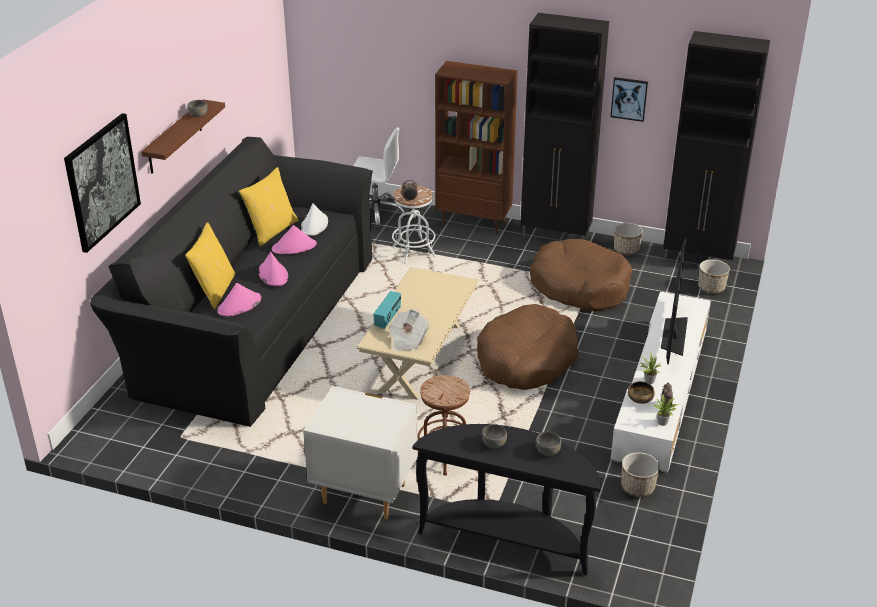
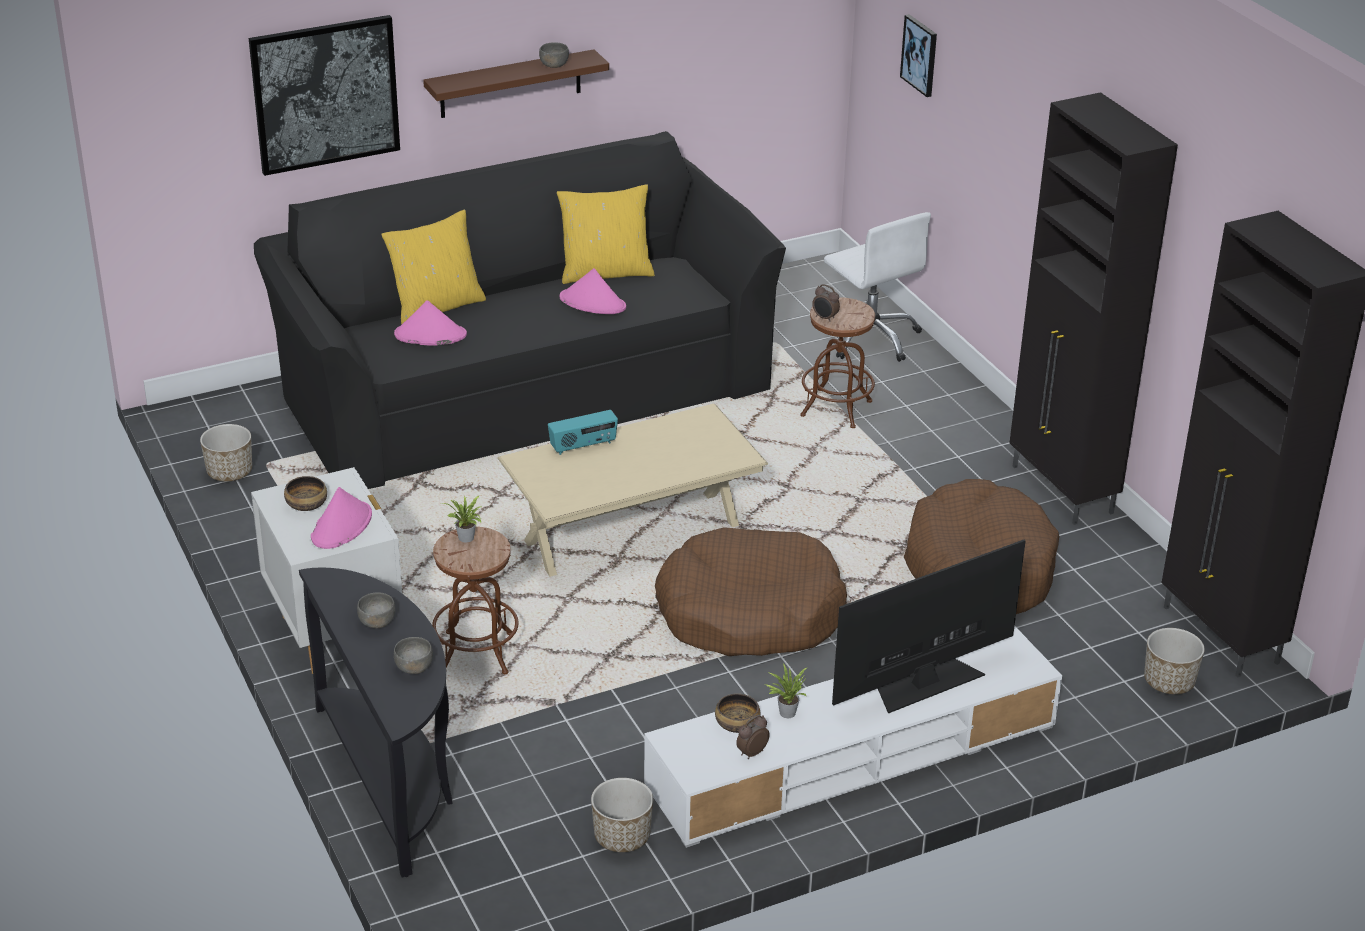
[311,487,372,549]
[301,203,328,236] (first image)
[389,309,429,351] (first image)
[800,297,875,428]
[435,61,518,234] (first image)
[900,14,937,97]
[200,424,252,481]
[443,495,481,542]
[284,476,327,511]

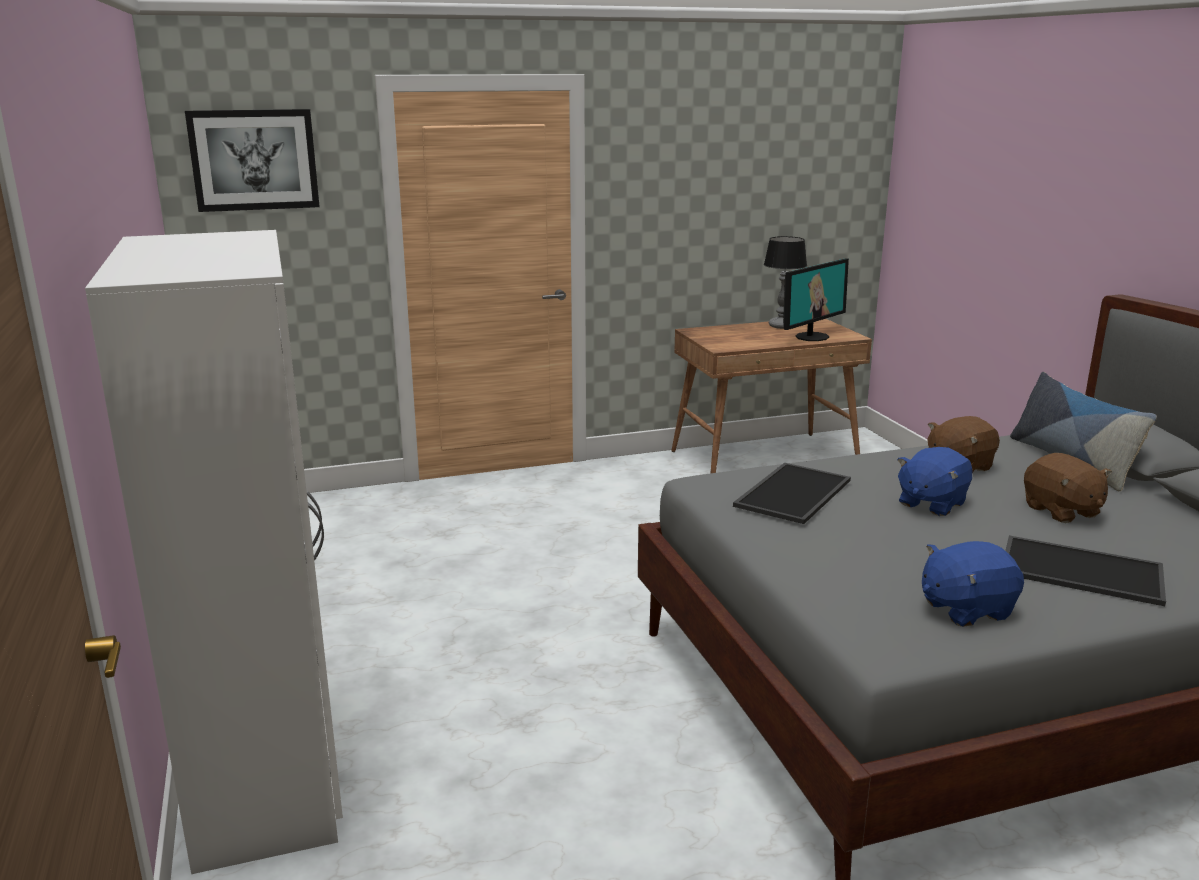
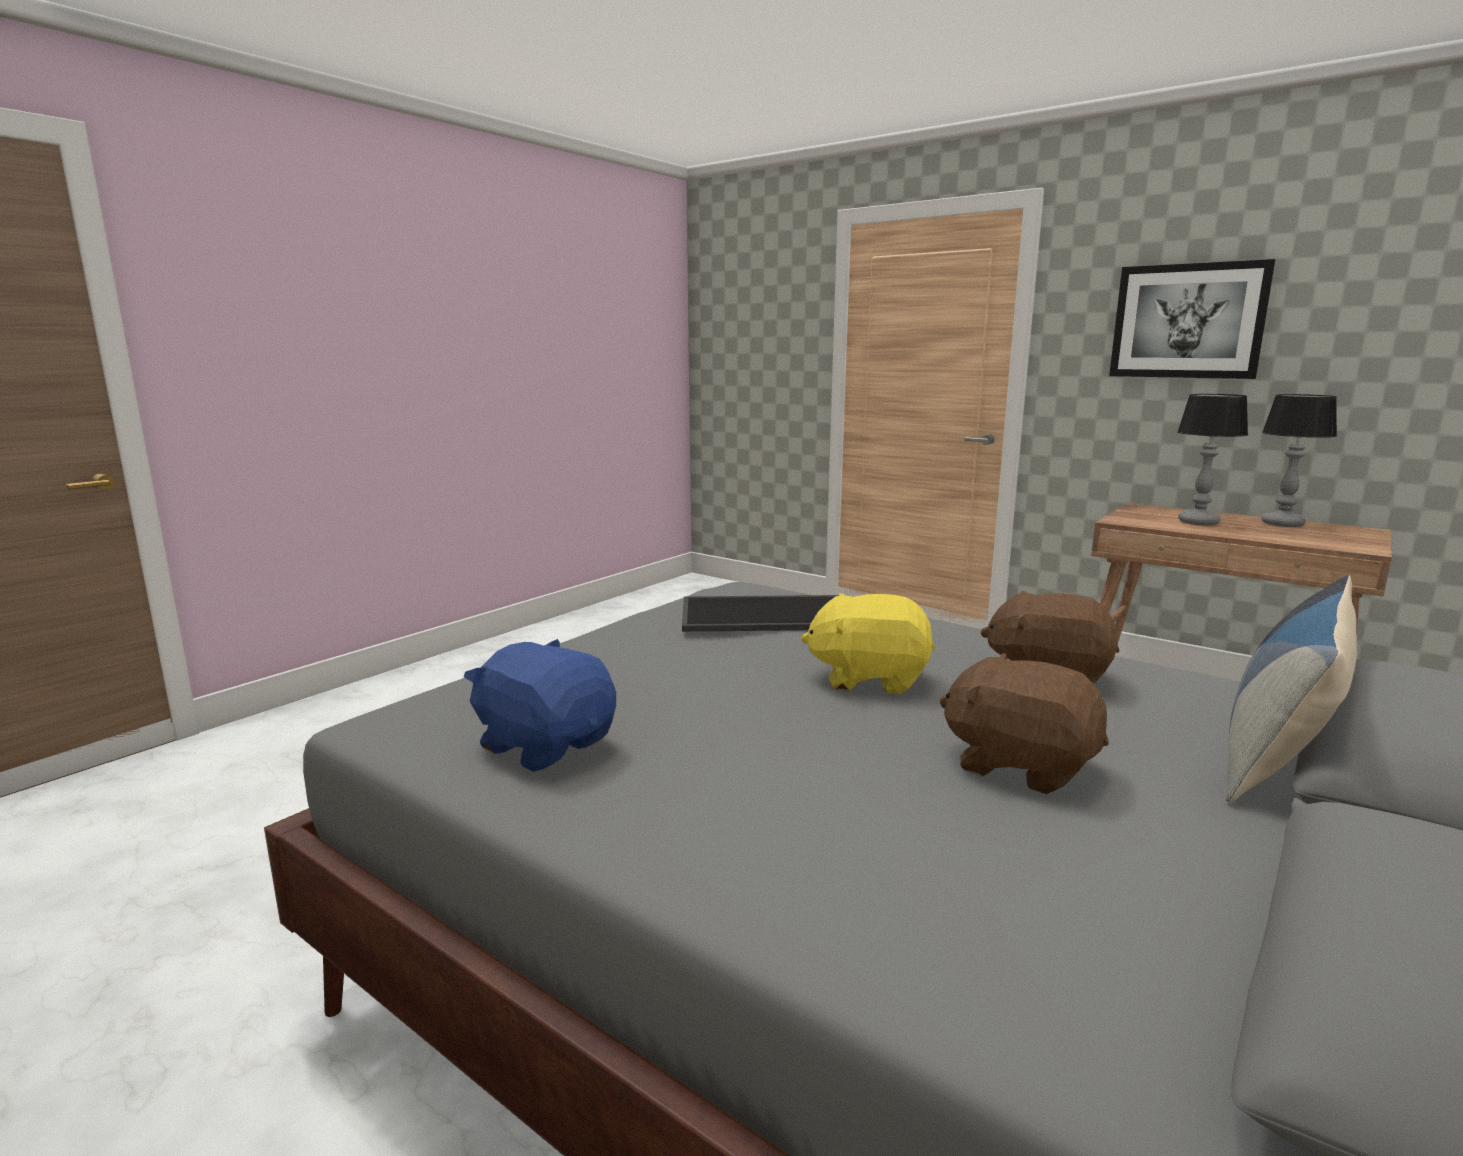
[85,230,343,874] (first image)
[1109,259,1275,379]
[783,258,849,341] (first image)
[801,593,935,694]
[1005,535,1166,606] (first image)
[939,653,1109,794]
[1177,394,1248,525]

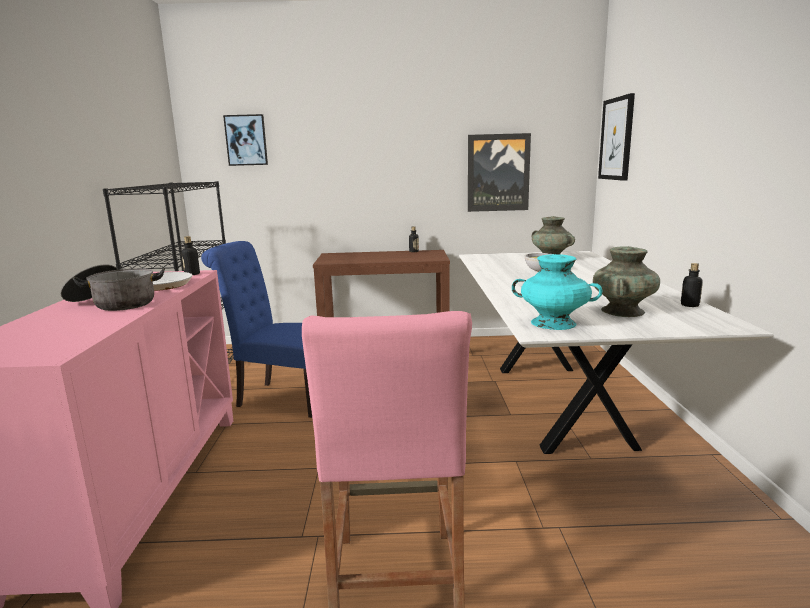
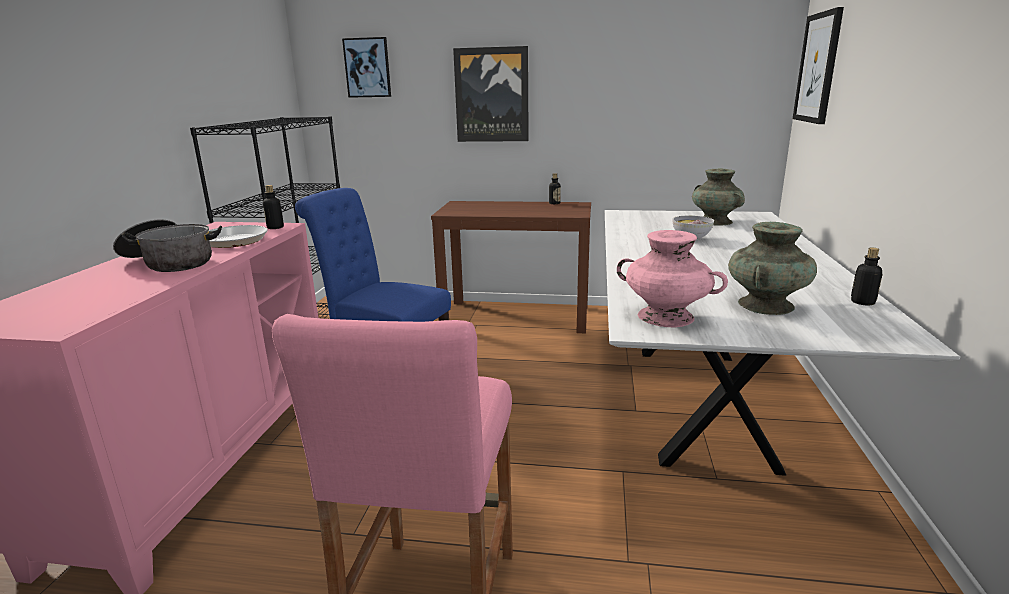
[453,46,529,142]
[617,230,728,327]

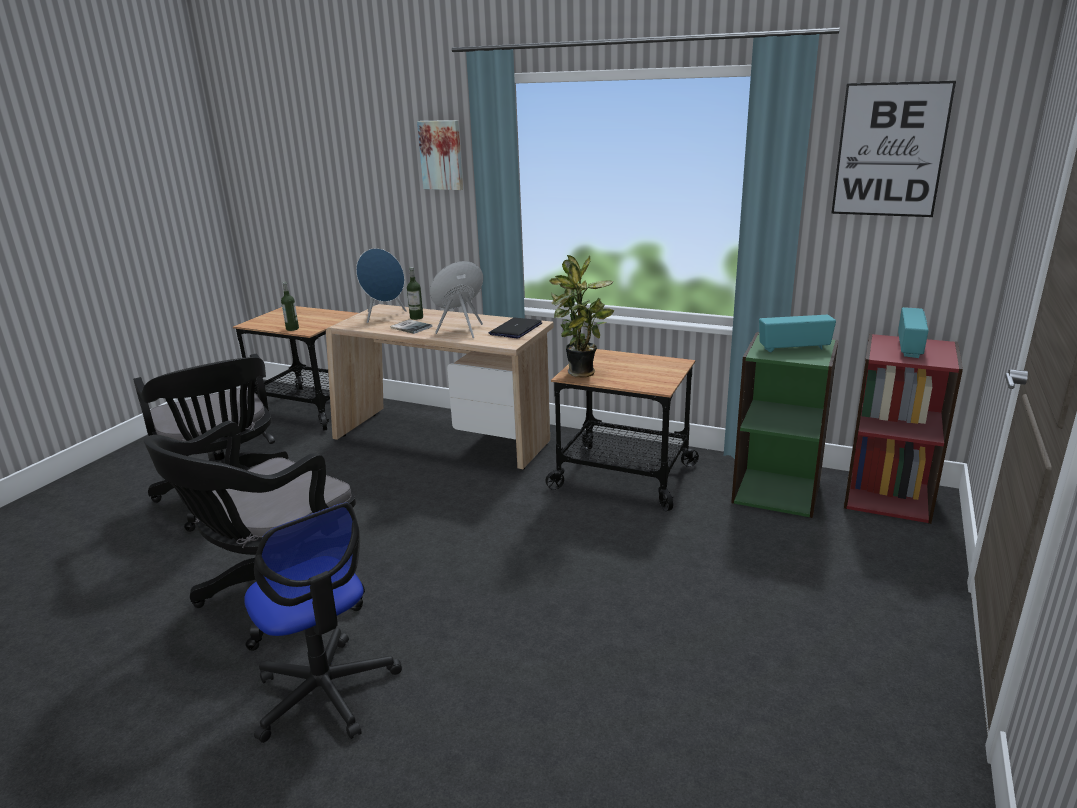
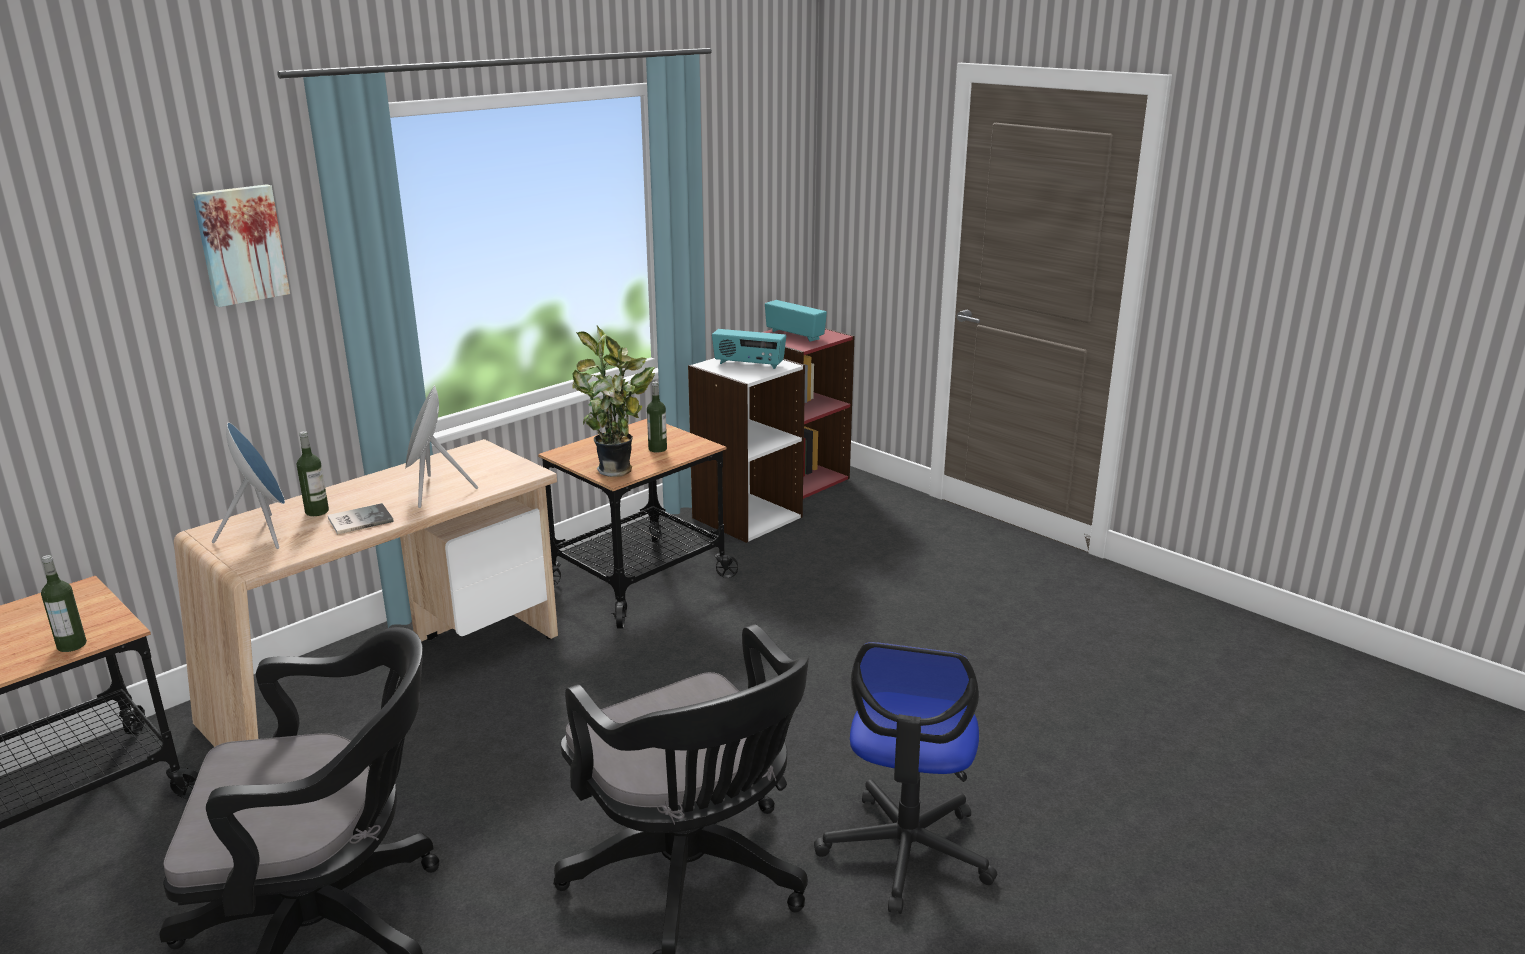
[814,642,998,914]
[489,318,542,339] (first image)
[688,358,805,543]
[712,329,786,369]
[831,81,956,217] (first image)
[647,382,667,453]

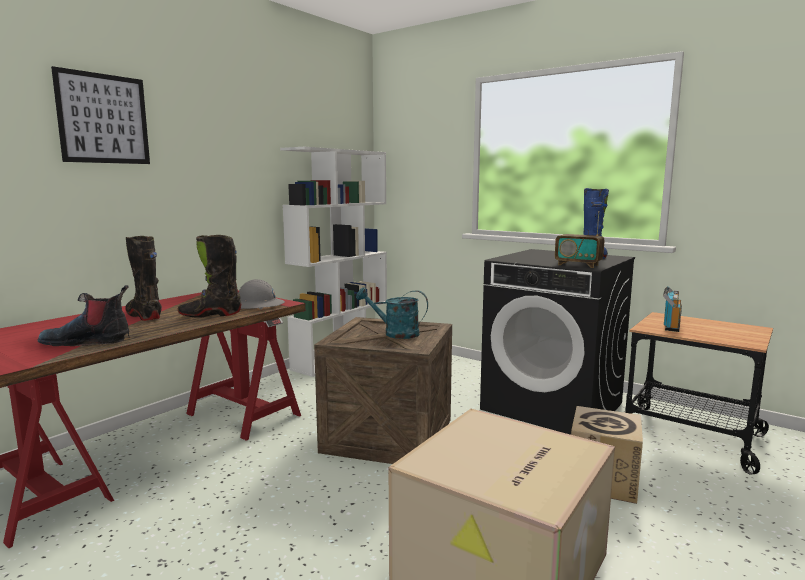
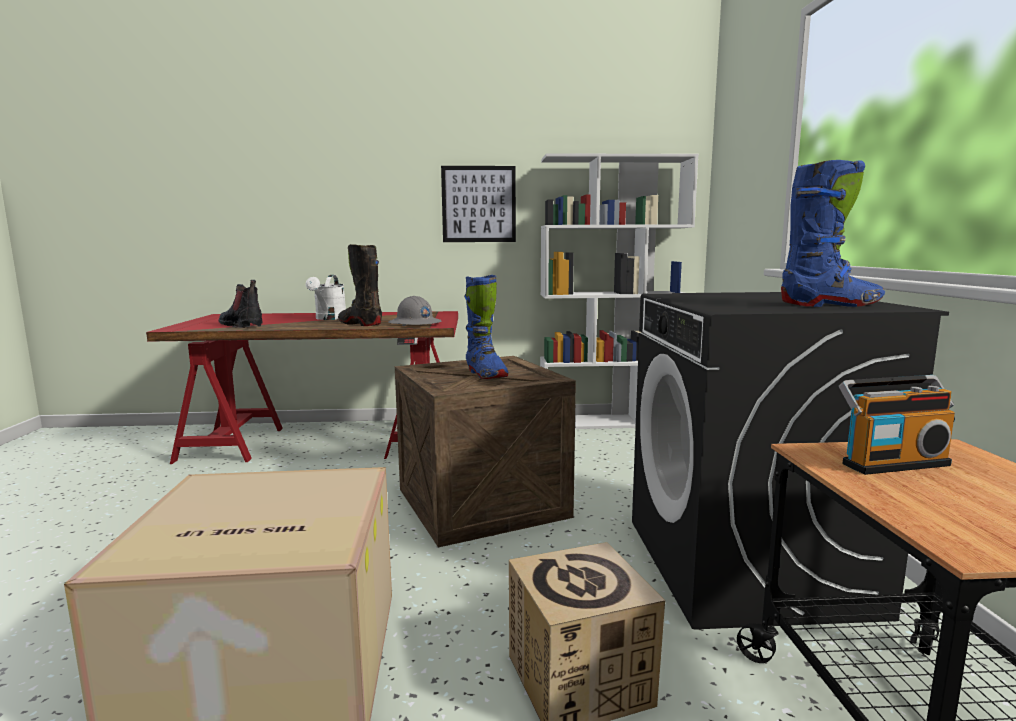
[441,166,516,242]
[305,275,346,320]
[464,275,509,379]
[555,211,604,268] (first image)

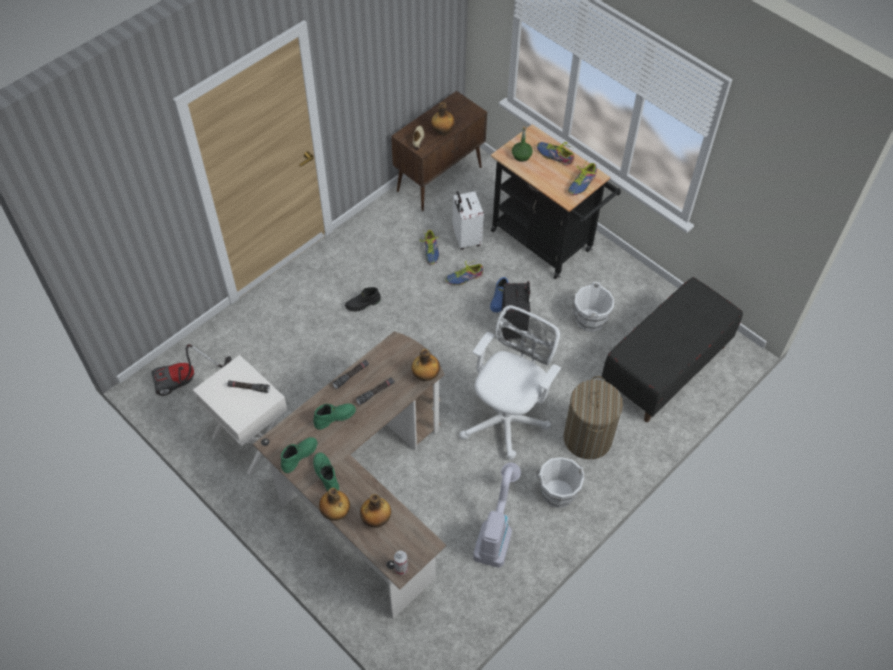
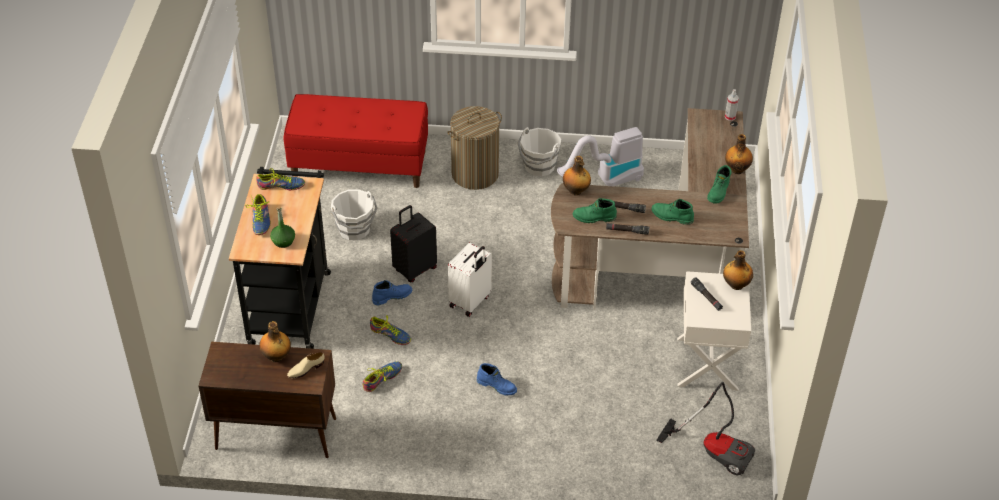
[573,198,617,223]
[477,363,517,395]
[723,250,753,290]
[448,242,492,317]
[460,305,561,460] (first image)
[284,94,428,188]

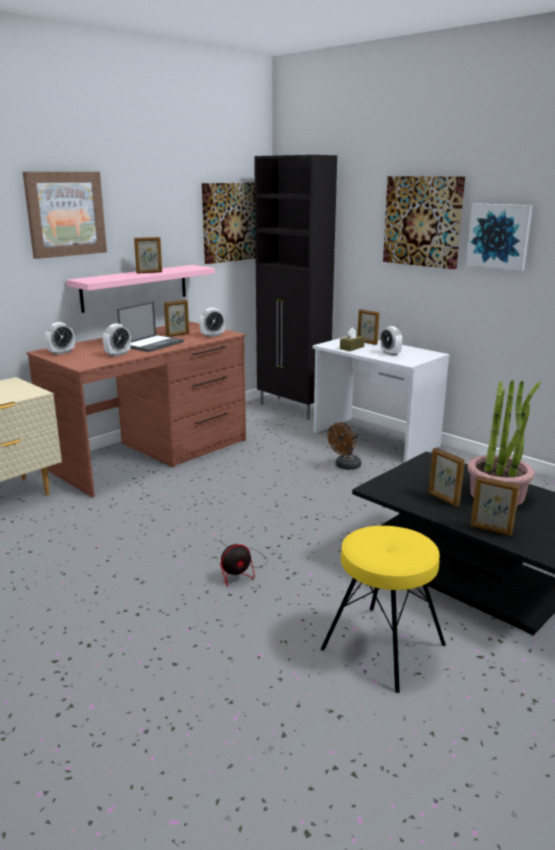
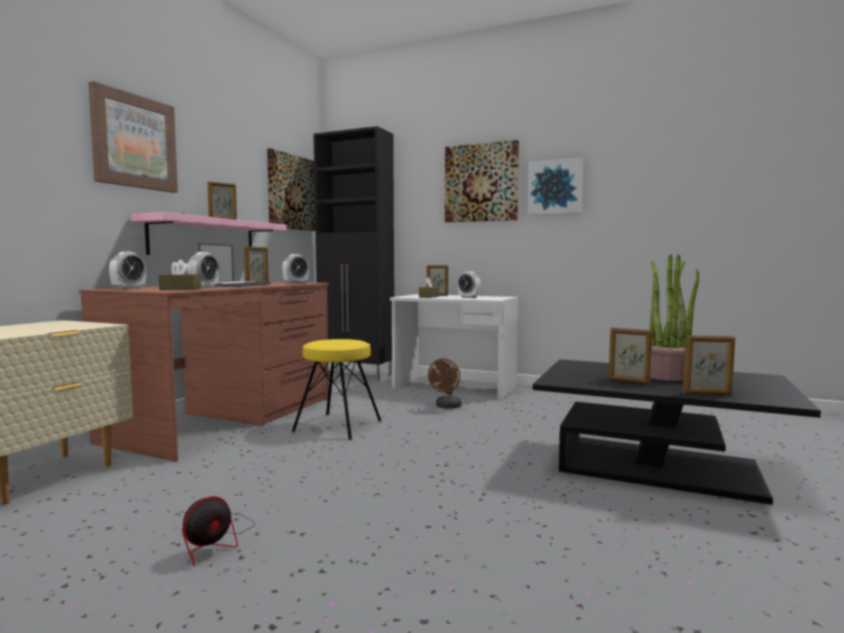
[182,496,255,566]
[292,339,382,440]
[158,260,201,290]

